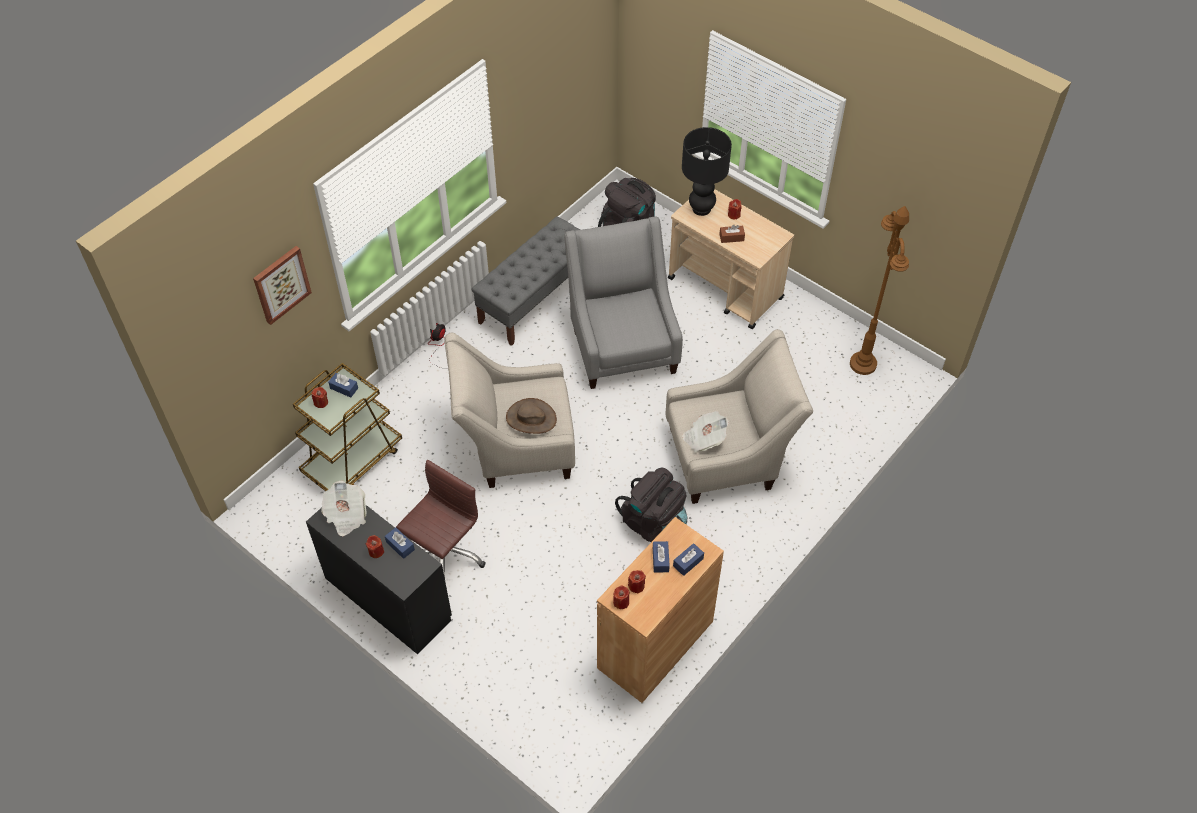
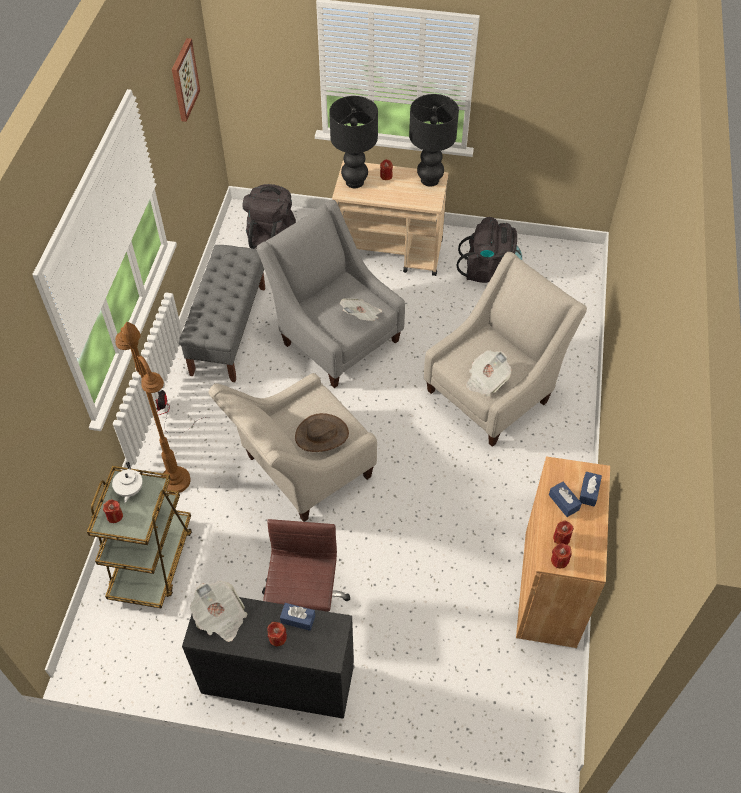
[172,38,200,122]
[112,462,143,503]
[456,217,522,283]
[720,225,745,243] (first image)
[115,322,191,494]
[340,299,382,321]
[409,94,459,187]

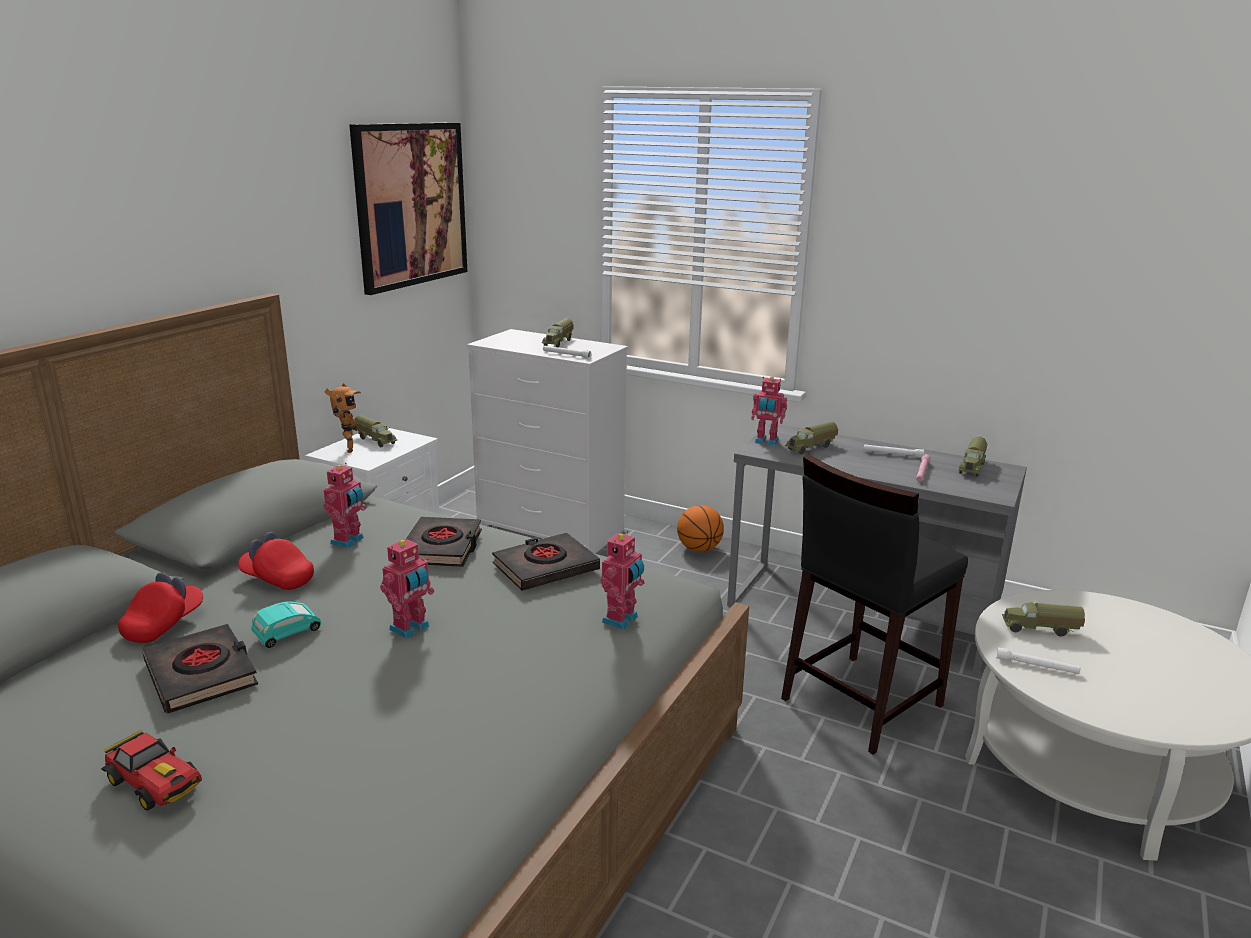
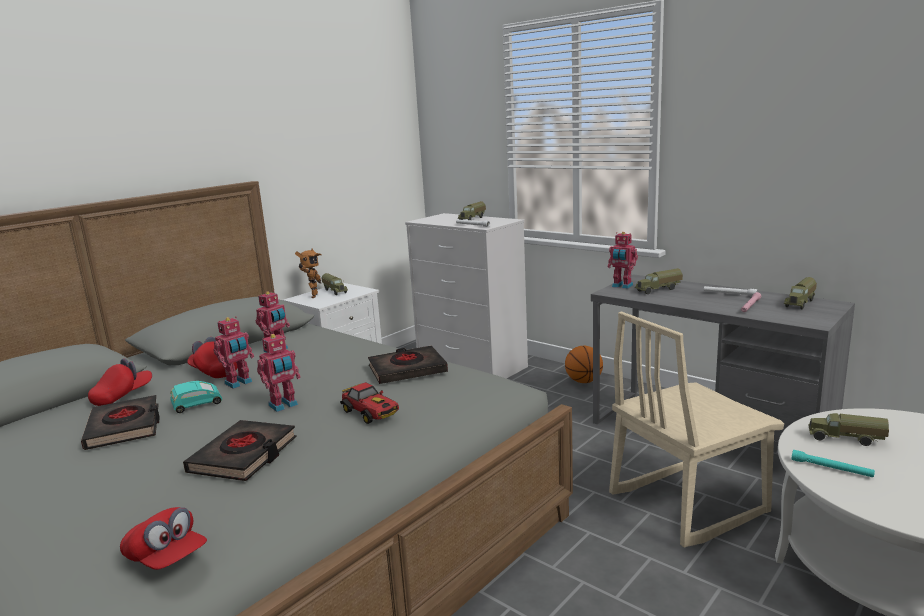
[340,382,399,424]
[349,122,467,295] (first image)
[183,420,297,481]
[214,316,254,389]
[609,311,784,548]
[792,450,875,478]
[120,507,207,570]

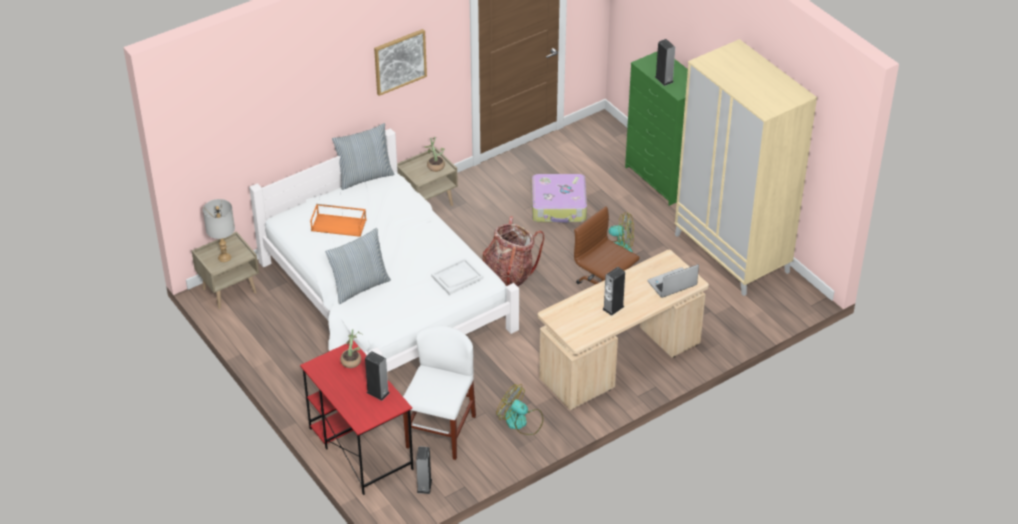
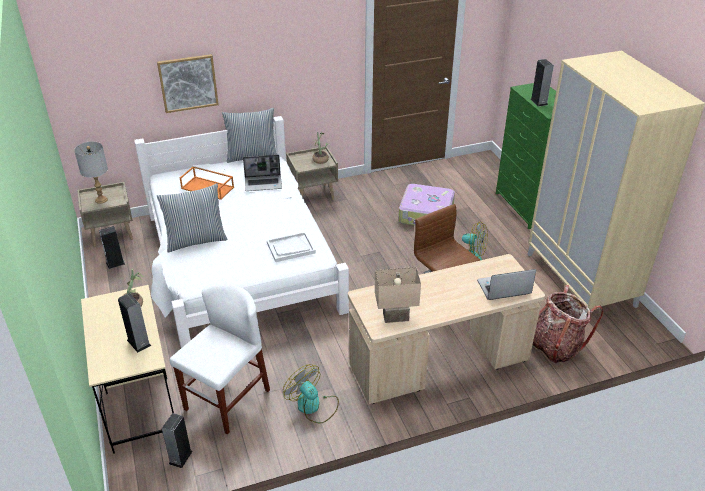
[81,285,174,454]
[157,54,219,113]
[532,285,604,363]
[99,226,125,269]
[243,155,282,191]
[375,267,421,323]

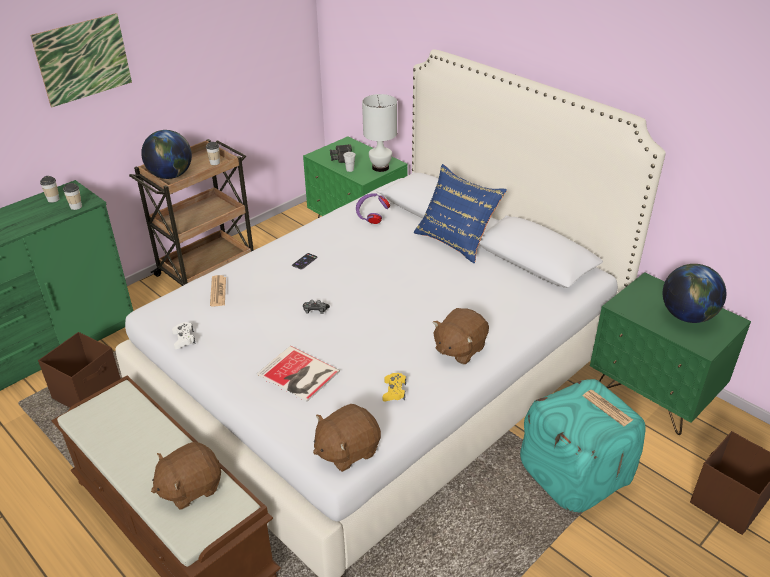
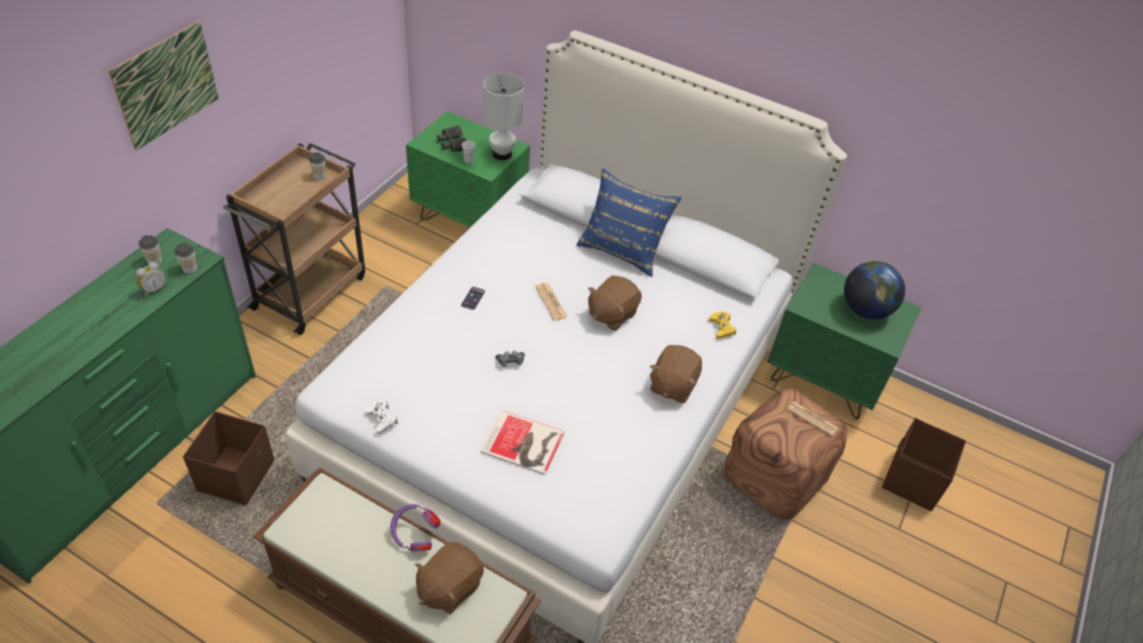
[141,130,192,179] (first image)
[535,283,568,321]
[588,275,642,331]
[390,504,441,551]
[709,311,736,339]
[724,388,847,519]
[136,262,166,297]

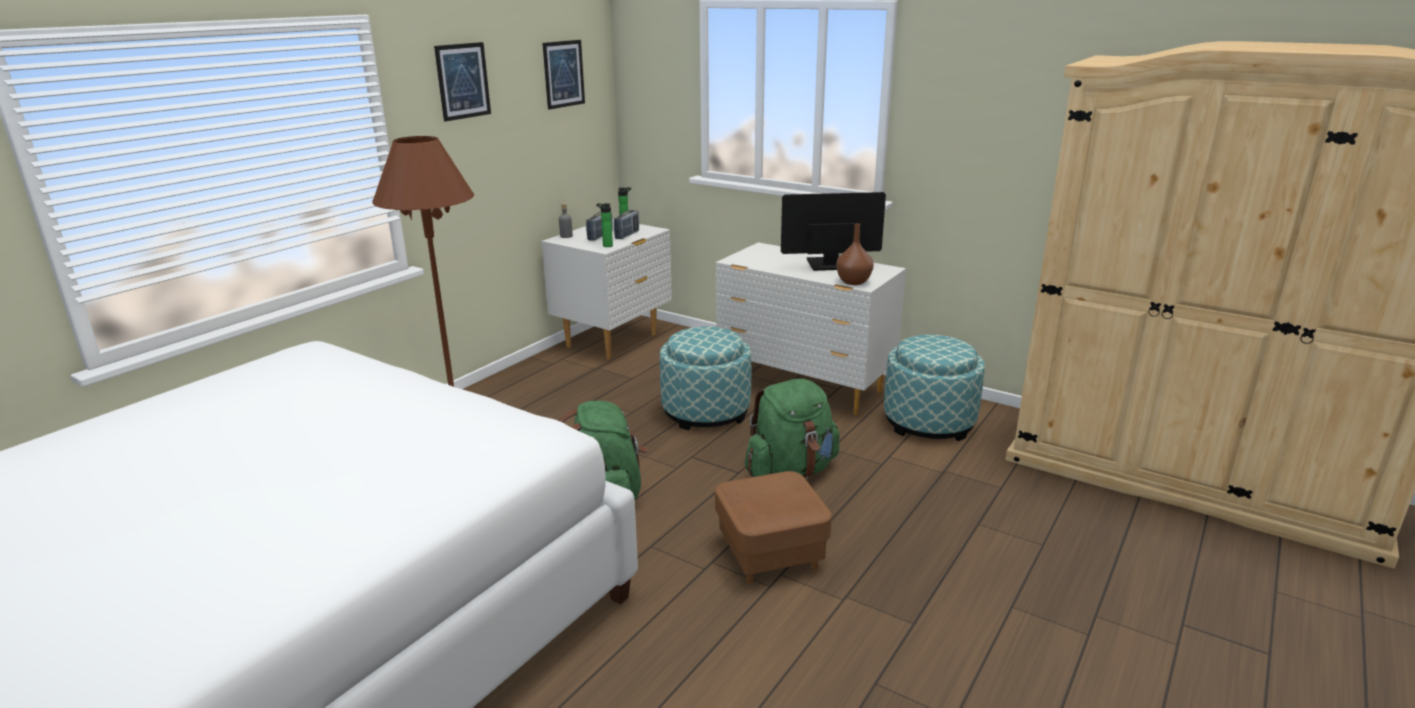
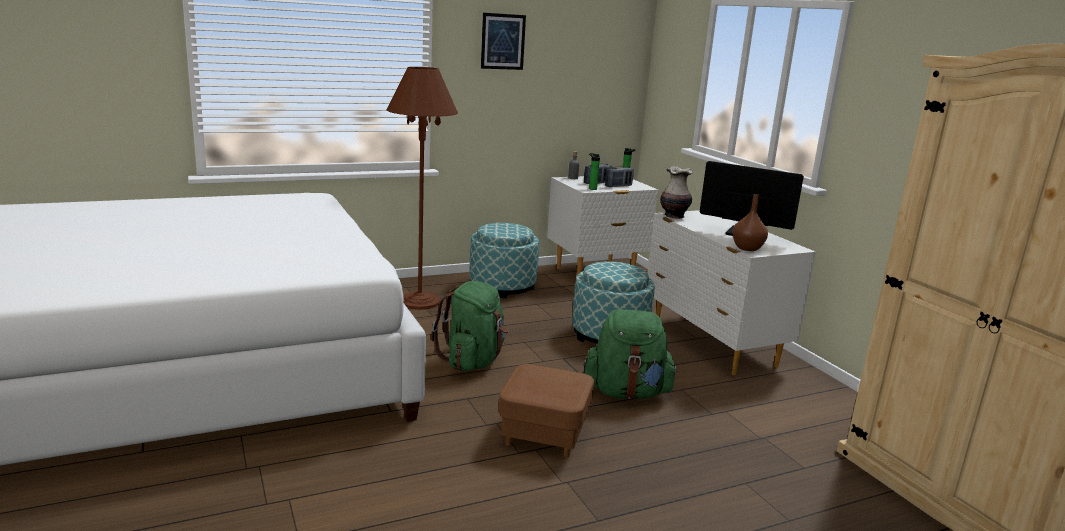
[543,40,585,109] (first image)
[470,223,539,298]
[660,166,693,219]

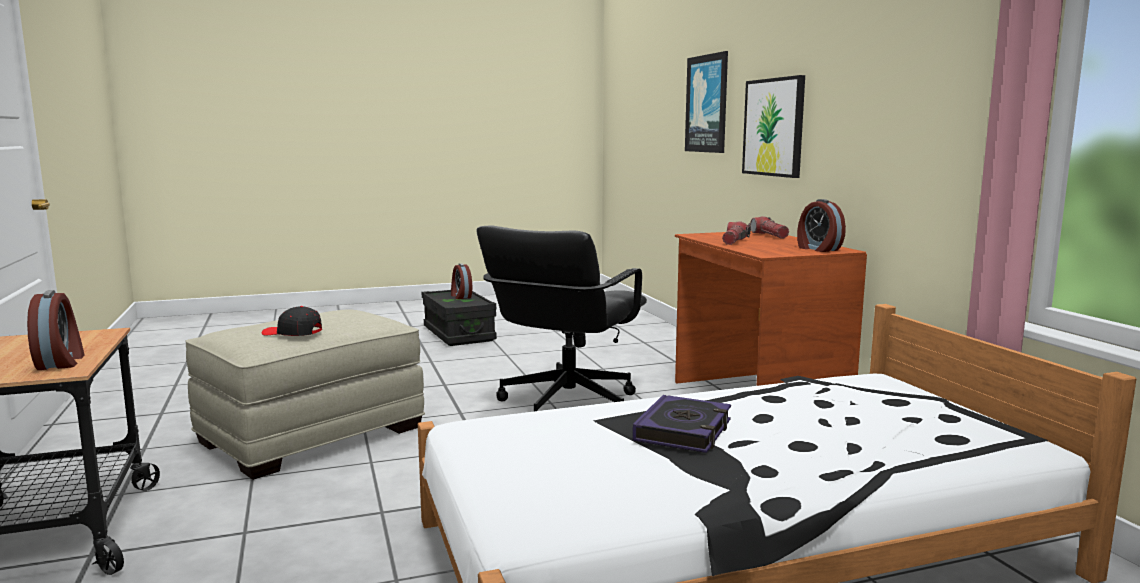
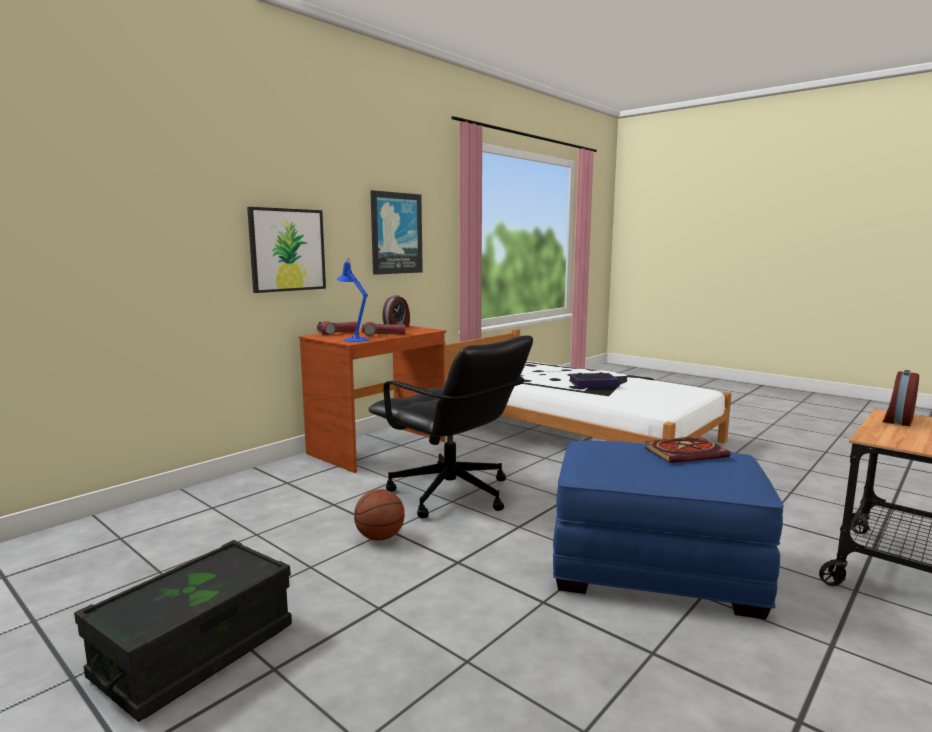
[553,441,784,619]
[644,437,731,463]
[451,263,472,299] (first image)
[368,335,533,518]
[370,190,423,275]
[337,259,369,342]
[354,489,405,541]

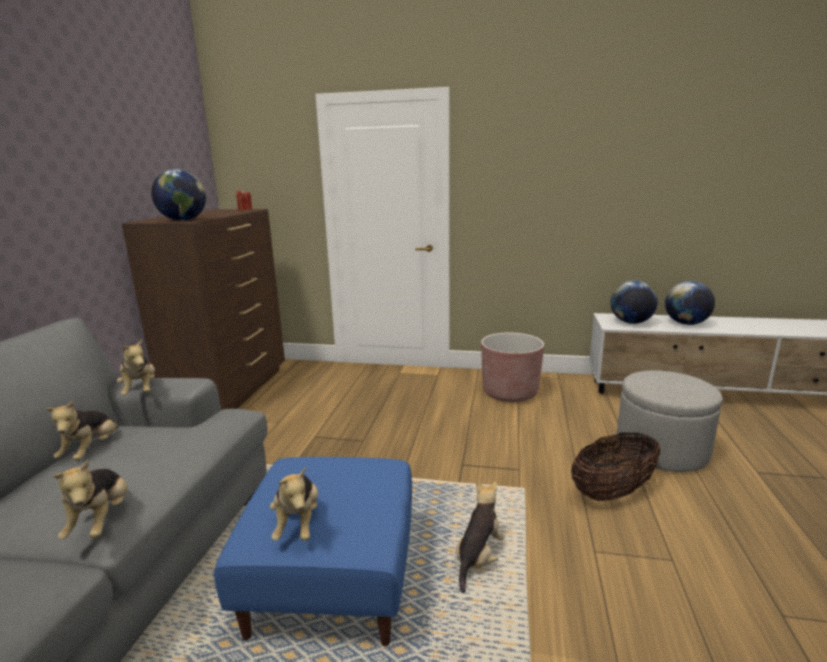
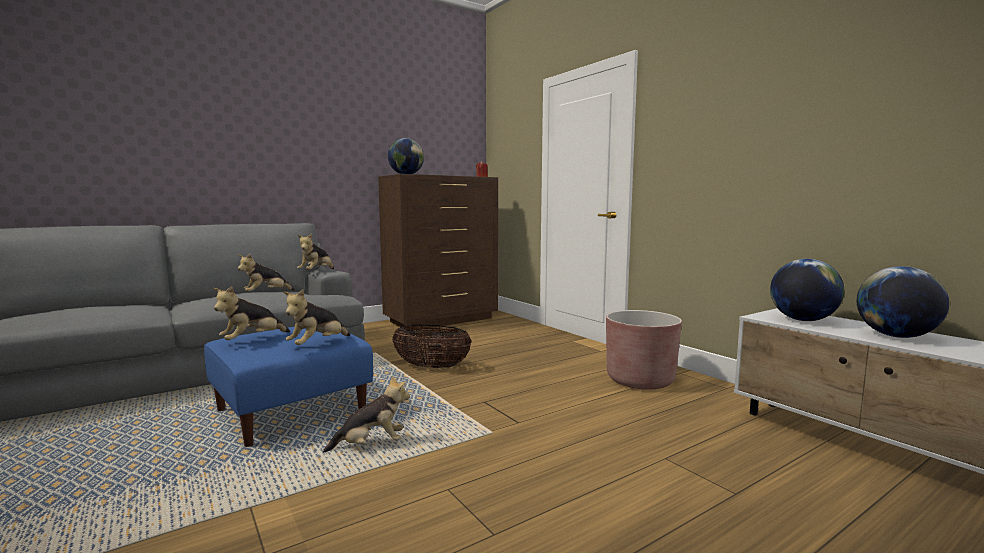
[283,290,350,345]
[392,324,472,368]
[616,370,722,472] (first image)

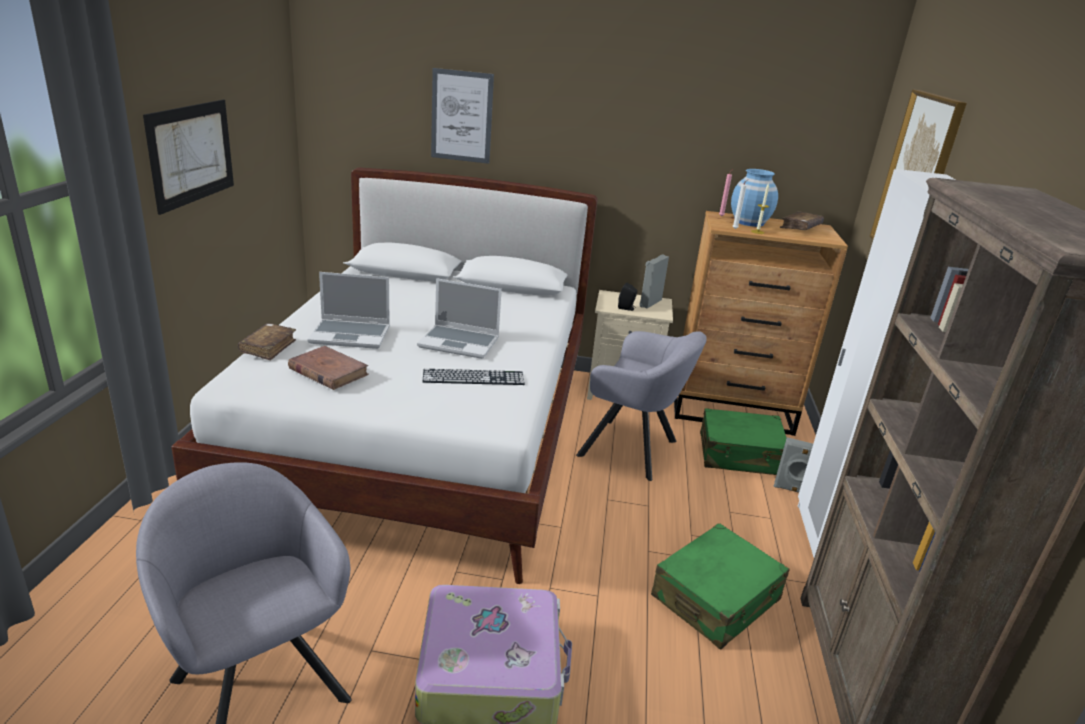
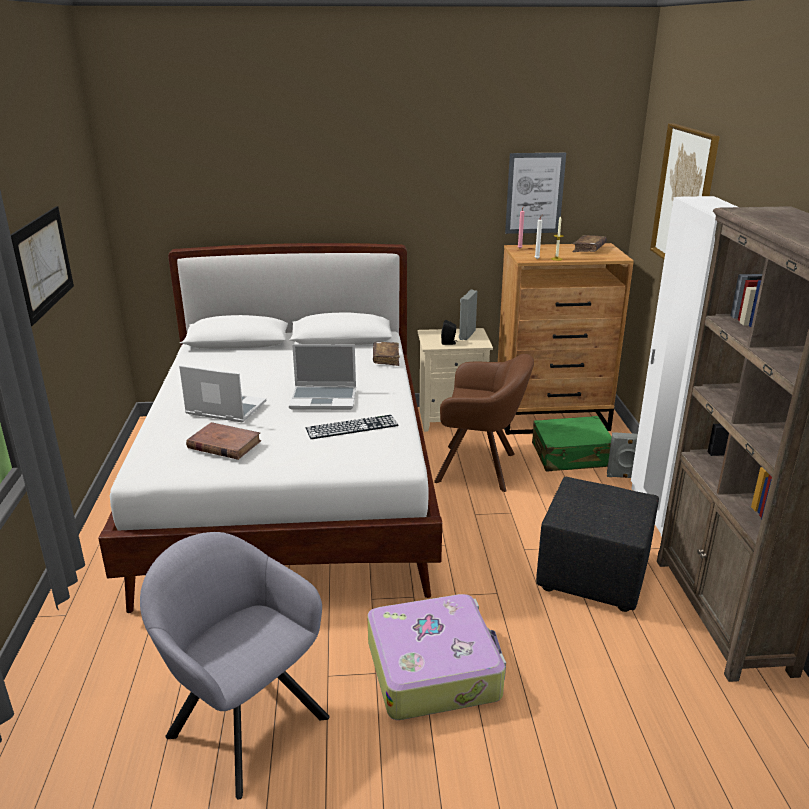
[373,342,400,366]
[179,365,266,422]
[505,153,566,234]
[434,354,534,492]
[536,477,659,612]
[731,169,778,227] (first image)

